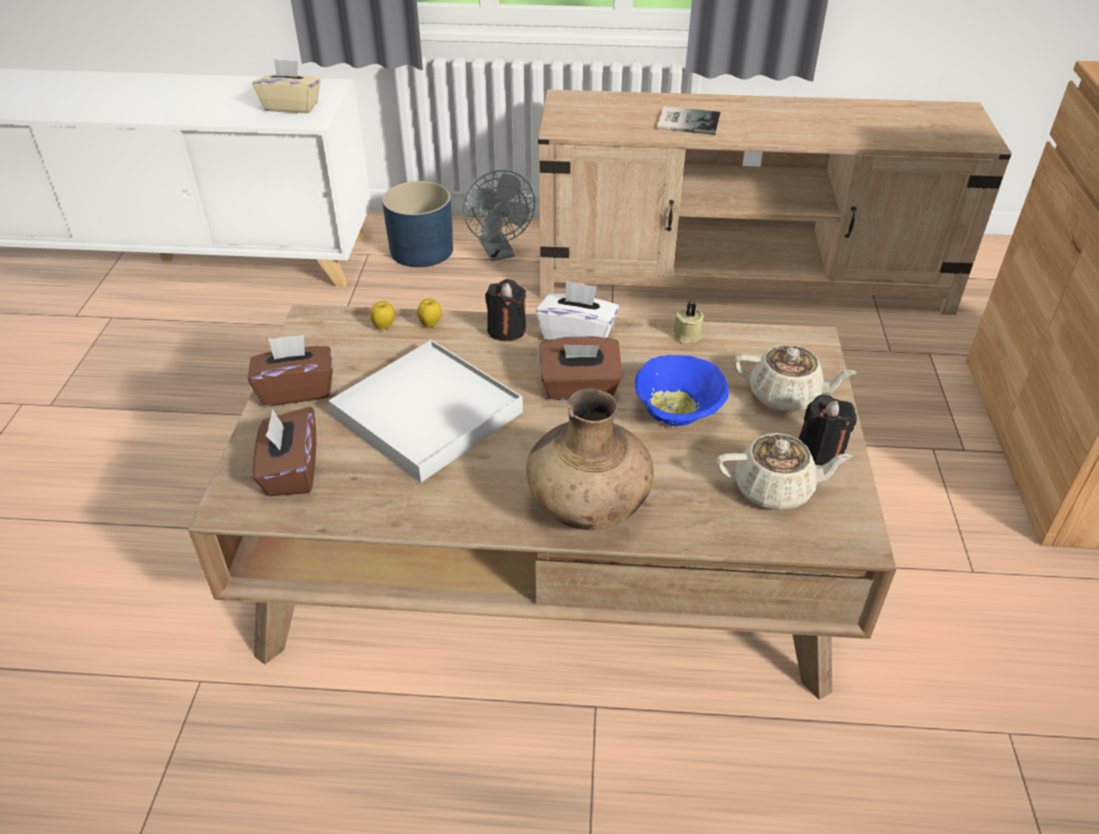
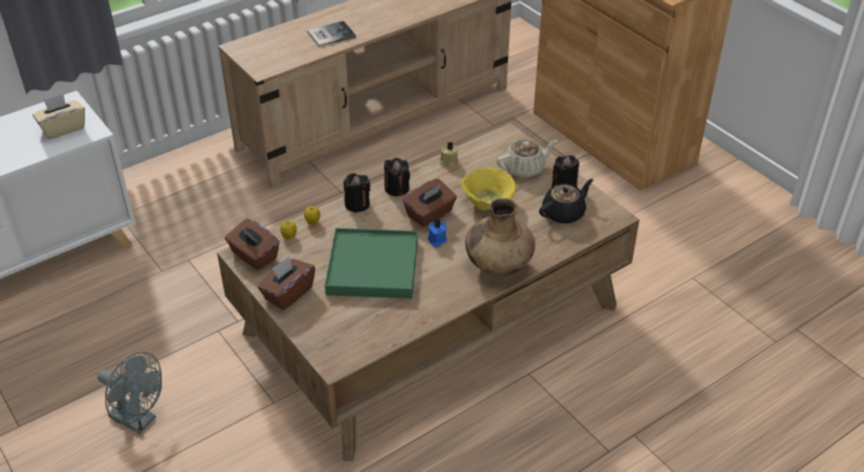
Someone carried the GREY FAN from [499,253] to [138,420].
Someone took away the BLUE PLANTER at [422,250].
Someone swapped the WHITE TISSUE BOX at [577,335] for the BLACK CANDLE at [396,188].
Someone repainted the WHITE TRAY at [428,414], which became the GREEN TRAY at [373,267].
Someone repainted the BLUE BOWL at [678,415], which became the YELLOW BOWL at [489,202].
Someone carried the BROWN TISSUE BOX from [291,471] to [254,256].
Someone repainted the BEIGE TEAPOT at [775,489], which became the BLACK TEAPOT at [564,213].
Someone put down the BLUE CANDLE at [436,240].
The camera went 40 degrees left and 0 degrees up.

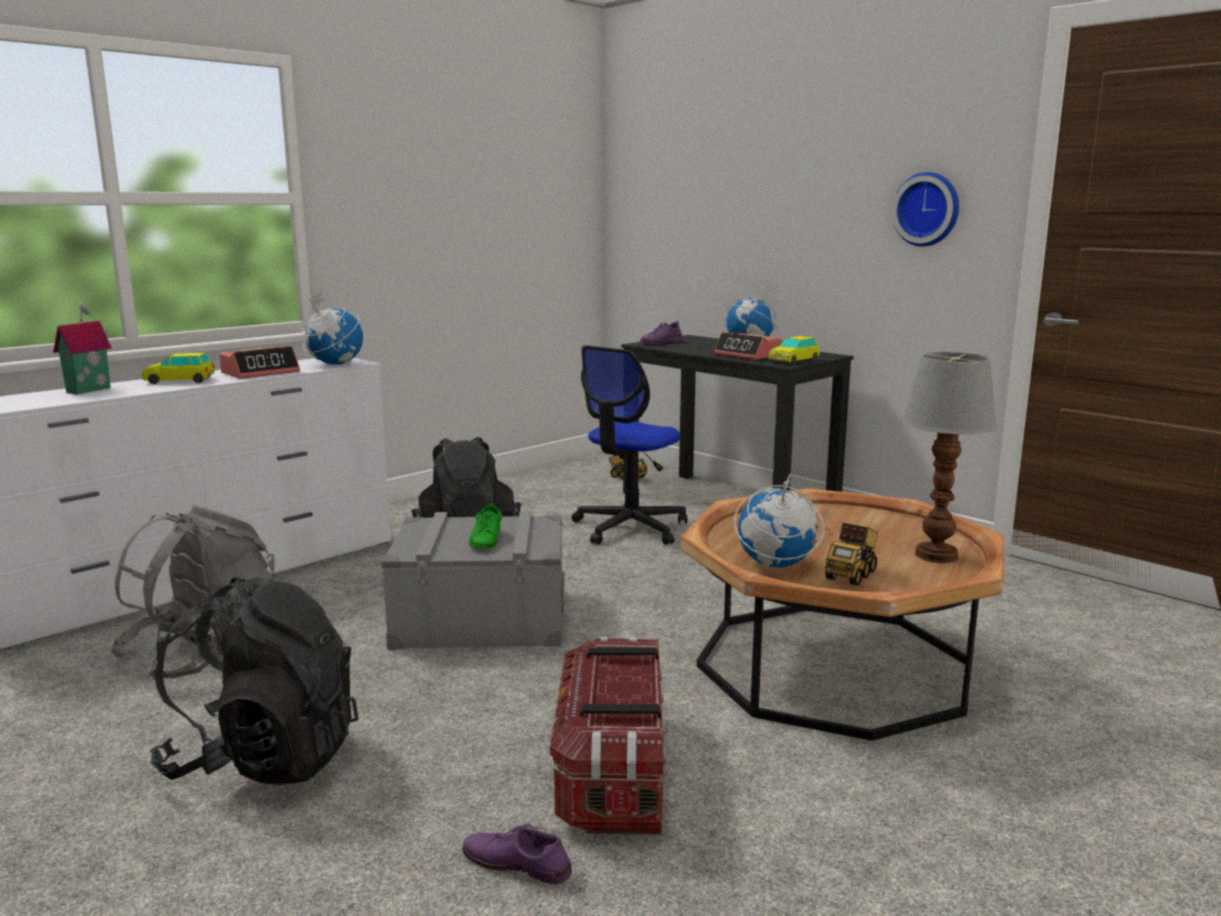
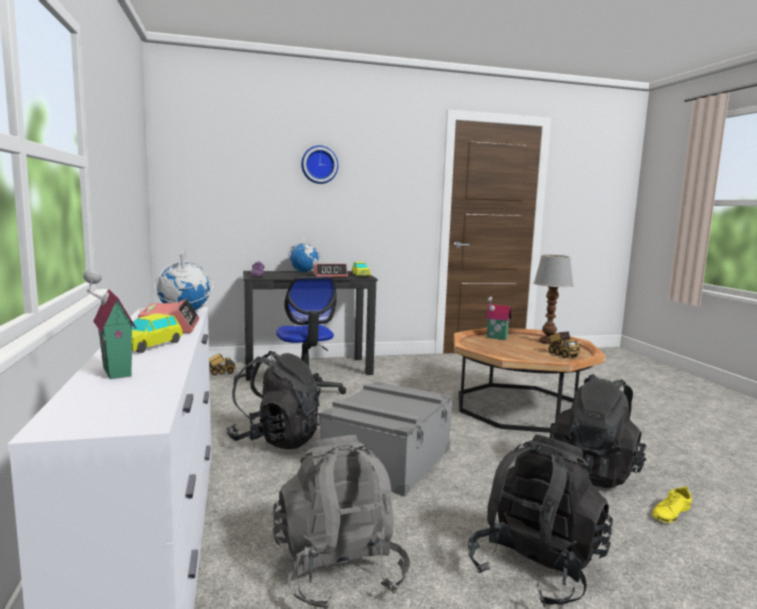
Someone carried the WALL CLOCK from [928,209] to [319,165].
Someone took away the GLOBE at [775,565].
Someone took away the GREEN SHOE at [486,539].
Someone swapped the STORAGE BOX at [613,772] for the BLACK BACKPACK at [595,472].
Someone repainted the PURPLE SHOE at [517,863], which became the YELLOW SHOE at [671,513].
Someone put down the TOY HOUSE at [496,338].
The camera went 60 degrees left and 5 degrees down.

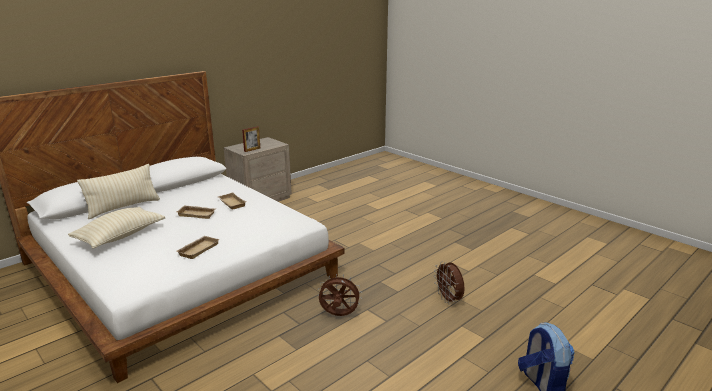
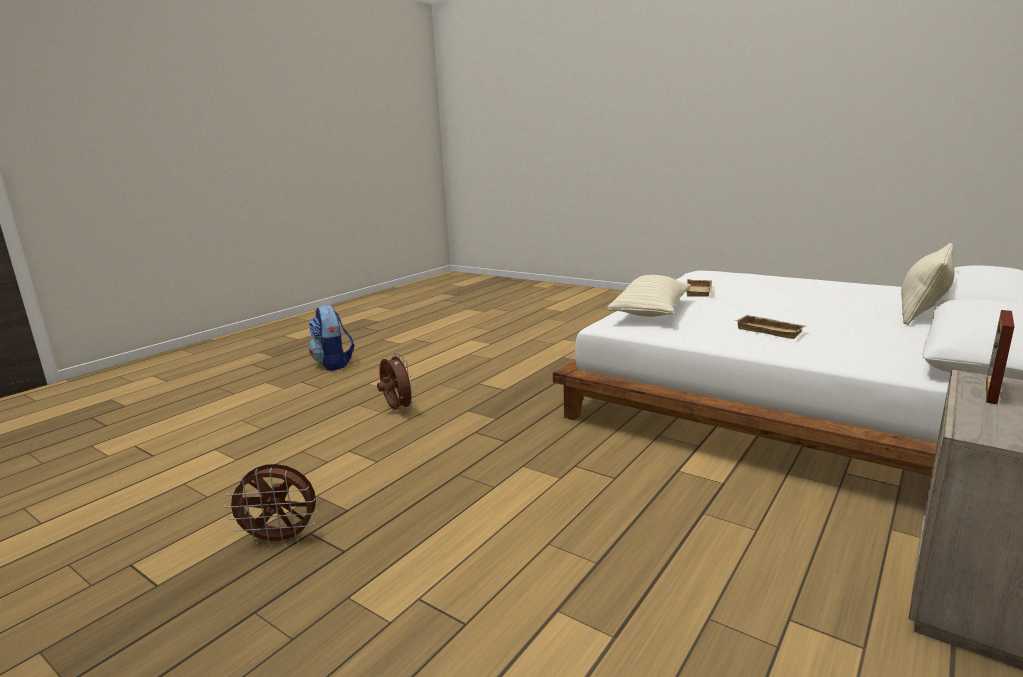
Someone took away the BEIGE TRAY at [197,214].
Someone carried the BEIGE PILLOW from [120,236] to [650,312].
Someone carried the BROWN FAN from [339,315] to [281,539].
The camera went 170 degrees right and 5 degrees down.

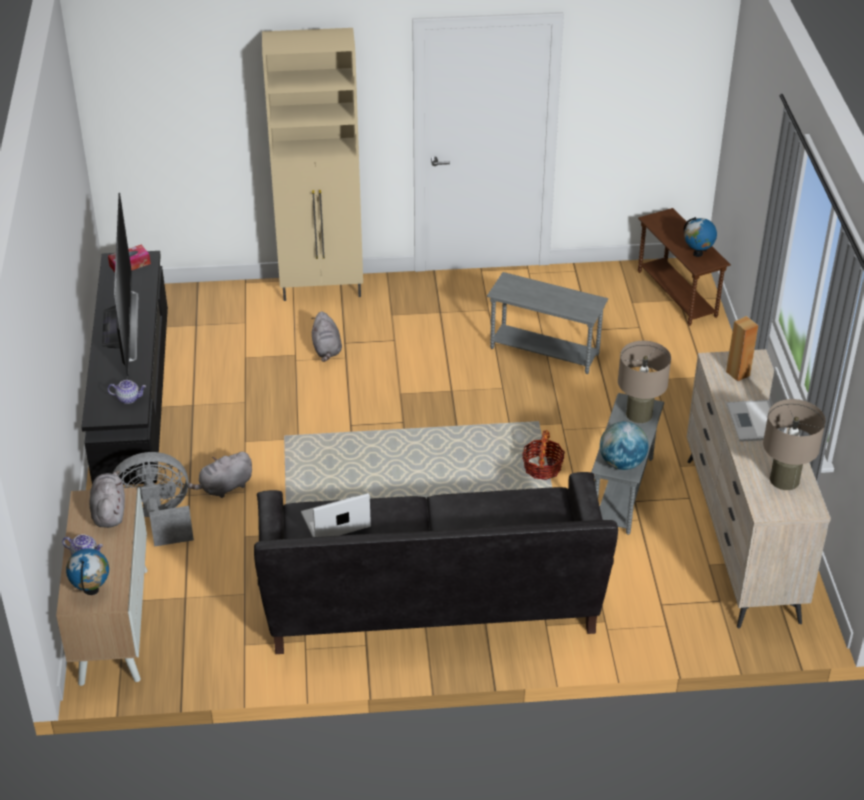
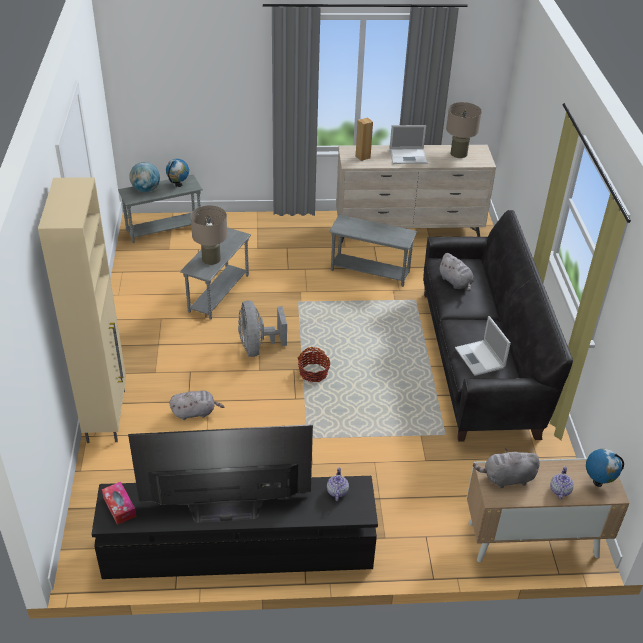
Someone repainted the BROWN SIDE TABLE at [676,294], which became the GREY SIDE TABLE at [164,229].
Someone carried the BEIGE TABLE LAMP from [639,414] to [211,259].
Someone carried the GLOBE from [622,463] to [146,189].
Someone carried the BASKET from [542,468] to [313,373].
Someone carried the GREY FAN from [157,519] to [258,347].
Someone carried the GREY PLUSH TOY from [224,487] to [456,282].
The camera went 90 degrees left and 0 degrees up.

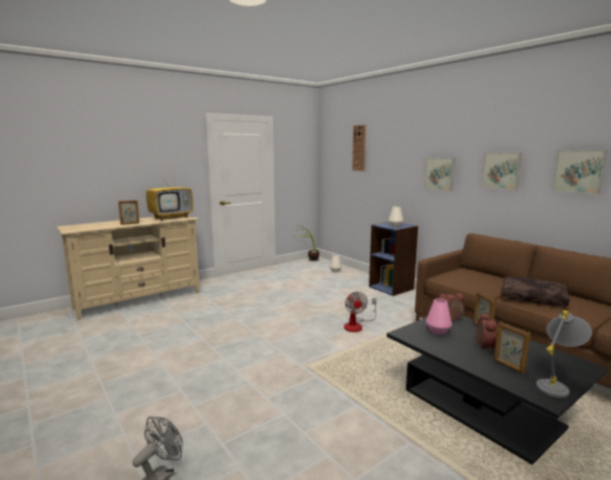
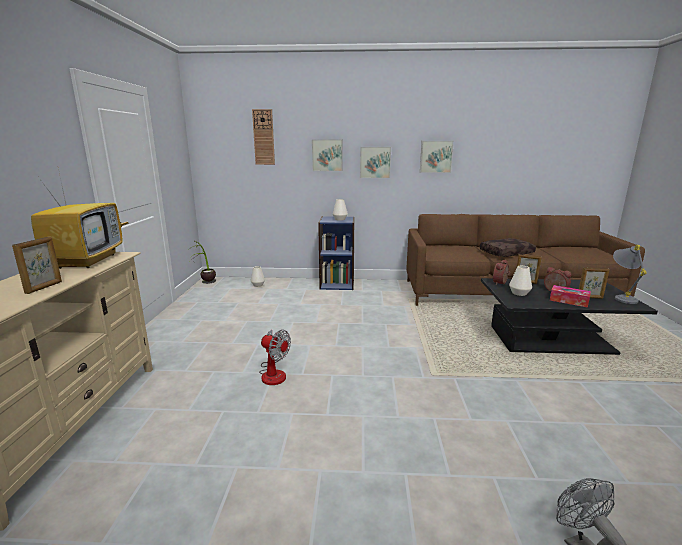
Someone carried the PICTURE from [579,171] to [327,155].
Someone carried the FAN from [357,325] to [273,373].
Someone repainted the PINK VASE at [438,331], which became the WHITE VASE at [519,293].
Someone put down the TISSUE BOX at [569,301].
The camera went 50 degrees left and 5 degrees up.

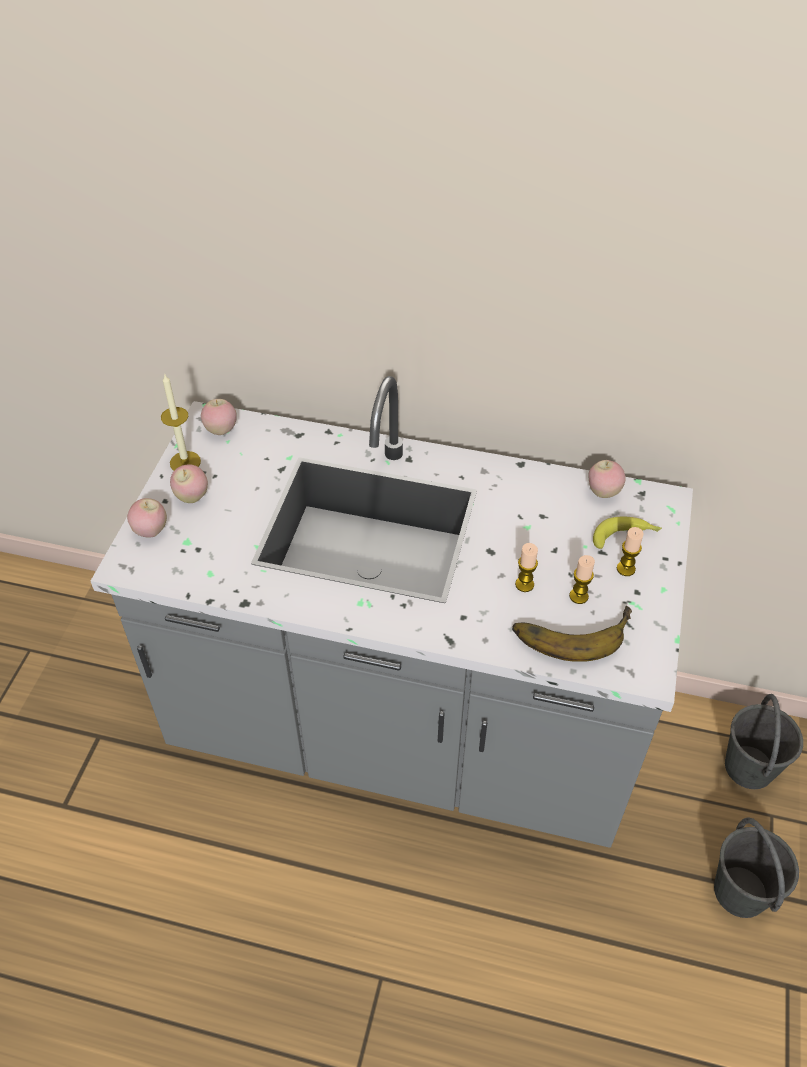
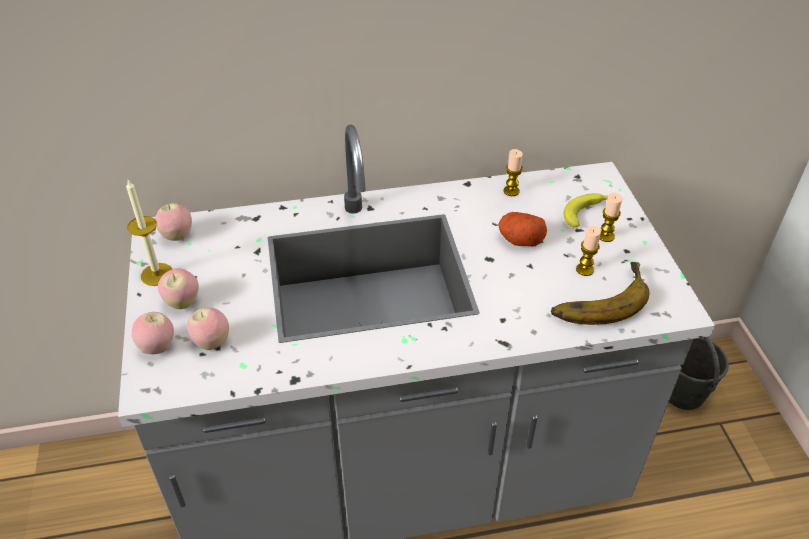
Someone carried the APPLE from [603,492] to [212,343].
Someone carried the CANDLE from [524,584] to [511,191].
Someone took away the GREY BUCKET at [740,892].
Someone put down the POTATO at [520,240].
The camera went 25 degrees left and 5 degrees down.

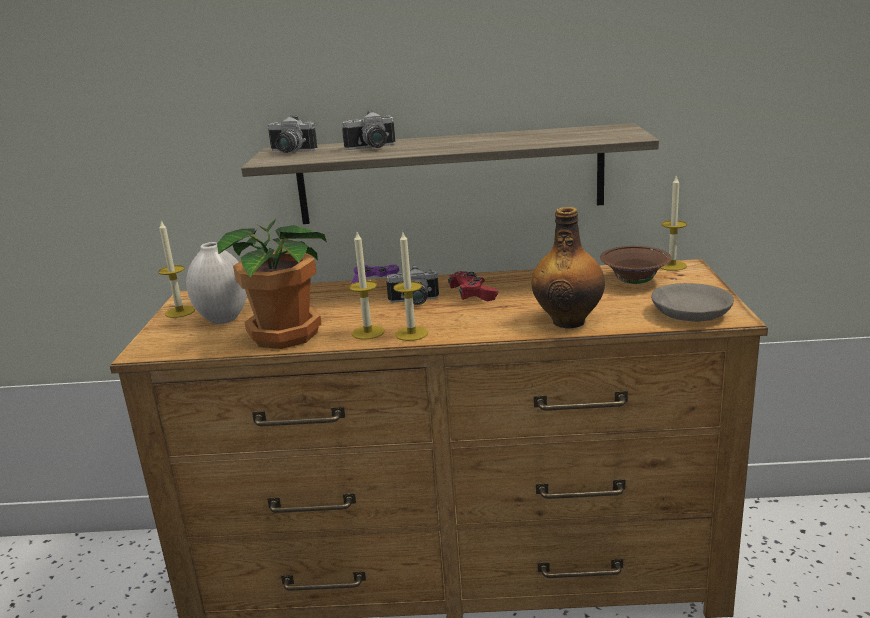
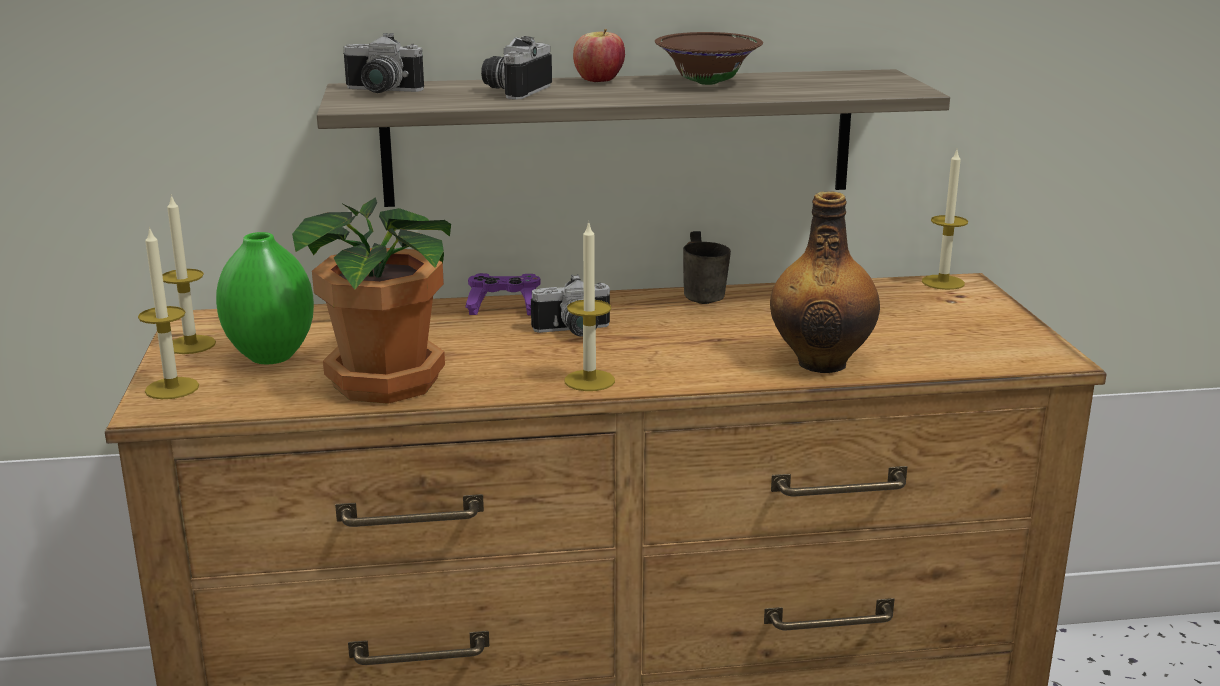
Someone rotated the PHOTO CAMERA at [372,148] by 135 degrees clockwise.
Someone carried the CANDLE from [368,332] to [172,388].
Someone repainted the WHITE VASE at [224,319], which became the GREEN VASE at [272,357].
Someone carried the BROWN BOWL from [634,282] to [707,83].
Someone took away the RED GAME CONTROLLER at [473,295].
Someone took away the GREY BOWL at [689,313].
Someone put down the APPLE at [599,82].
Someone put down the GREY MUG at [705,295].
The camera went 10 degrees left and 0 degrees up.

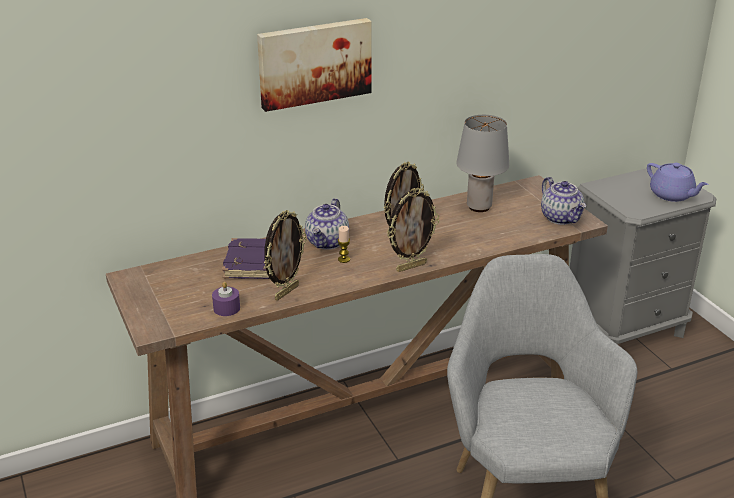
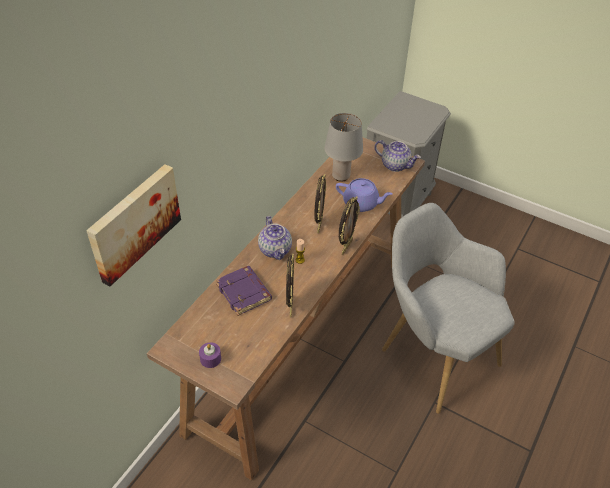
Someone carried the PICTURE from [314,62] to [133,222].
Someone carried the PURPLE TEAPOT from [672,195] to [361,203].
Someone carried the PURPLE CANDLE from [226,308] to [210,359].
The camera went 35 degrees left and 15 degrees up.

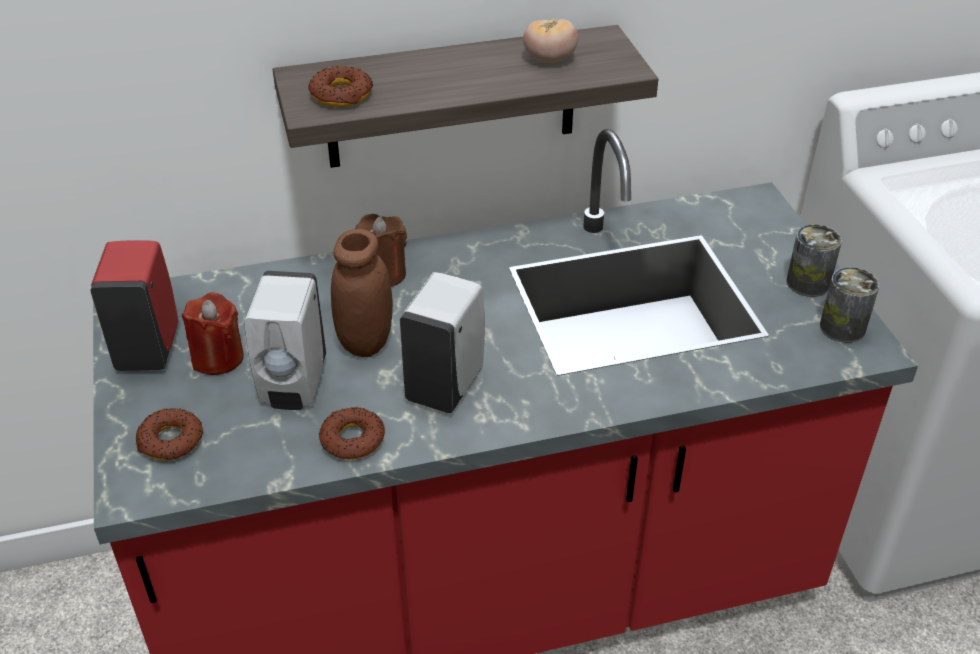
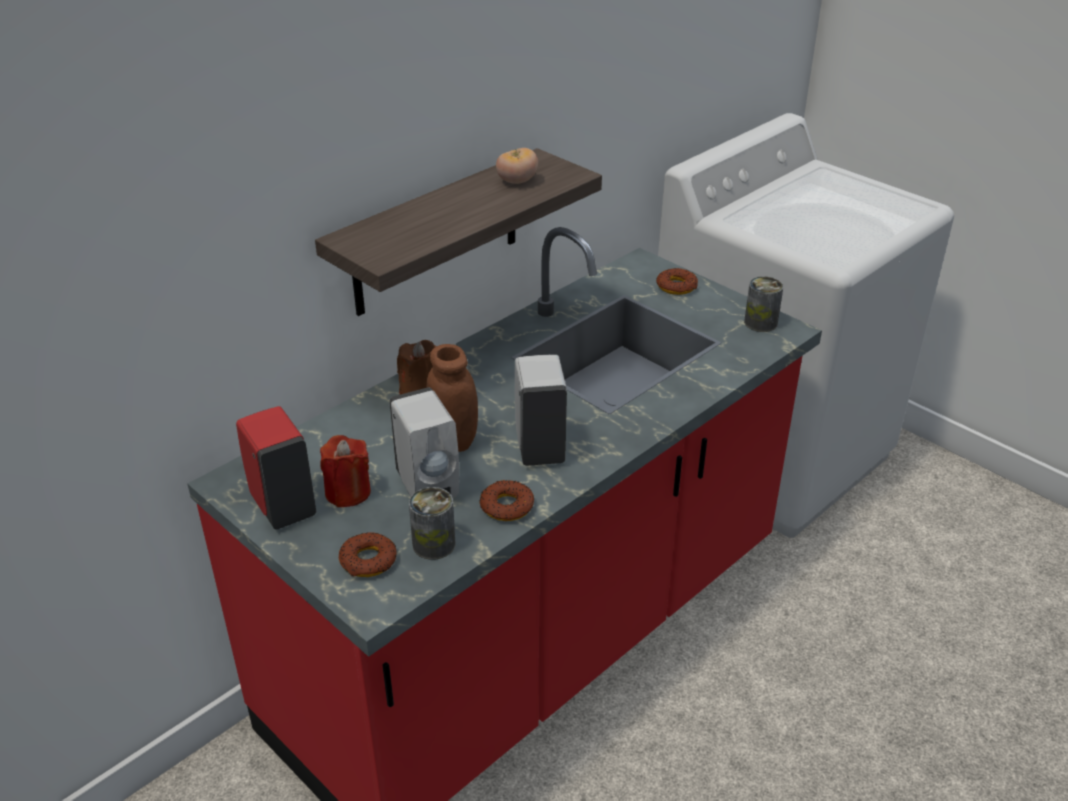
Someone carried the DONUT from [341,94] to [676,286].
Someone carried the CAN from [808,283] to [434,544].
The camera went 30 degrees left and 5 degrees down.

